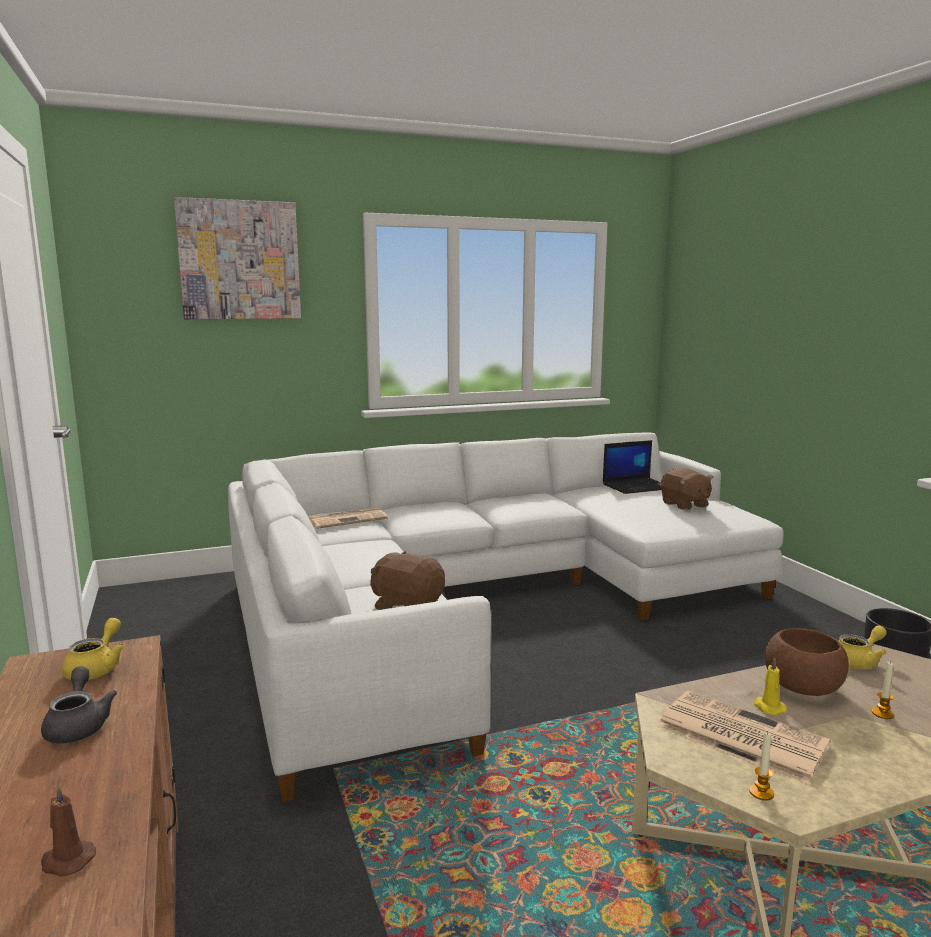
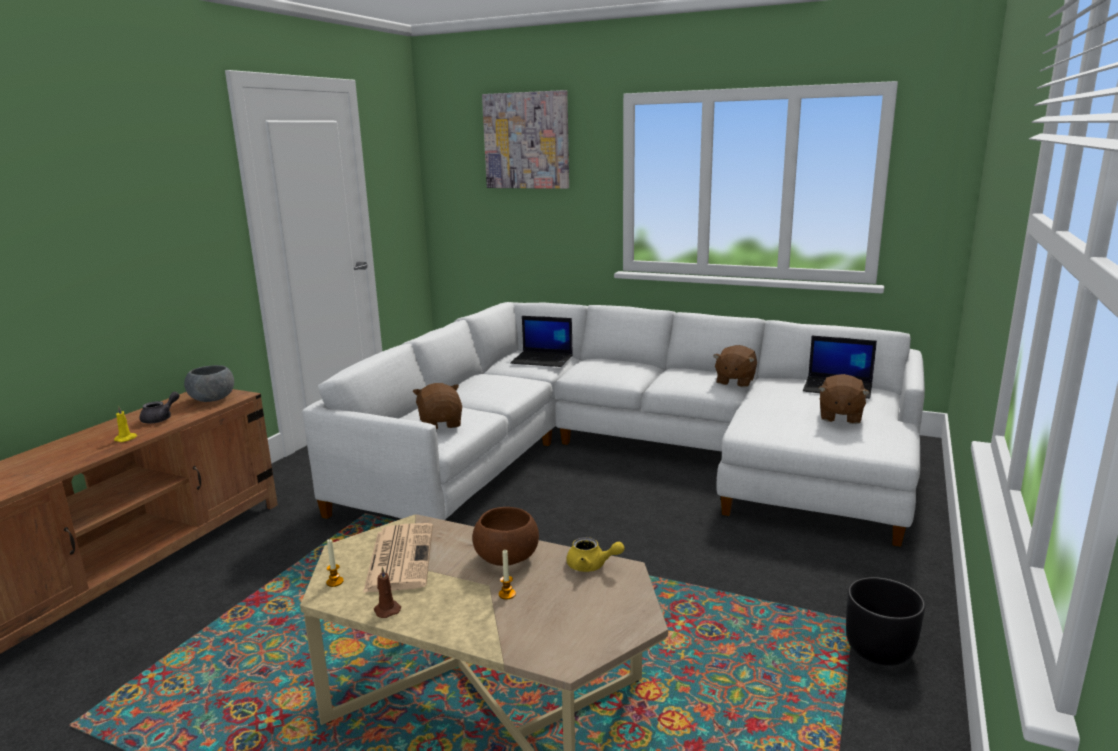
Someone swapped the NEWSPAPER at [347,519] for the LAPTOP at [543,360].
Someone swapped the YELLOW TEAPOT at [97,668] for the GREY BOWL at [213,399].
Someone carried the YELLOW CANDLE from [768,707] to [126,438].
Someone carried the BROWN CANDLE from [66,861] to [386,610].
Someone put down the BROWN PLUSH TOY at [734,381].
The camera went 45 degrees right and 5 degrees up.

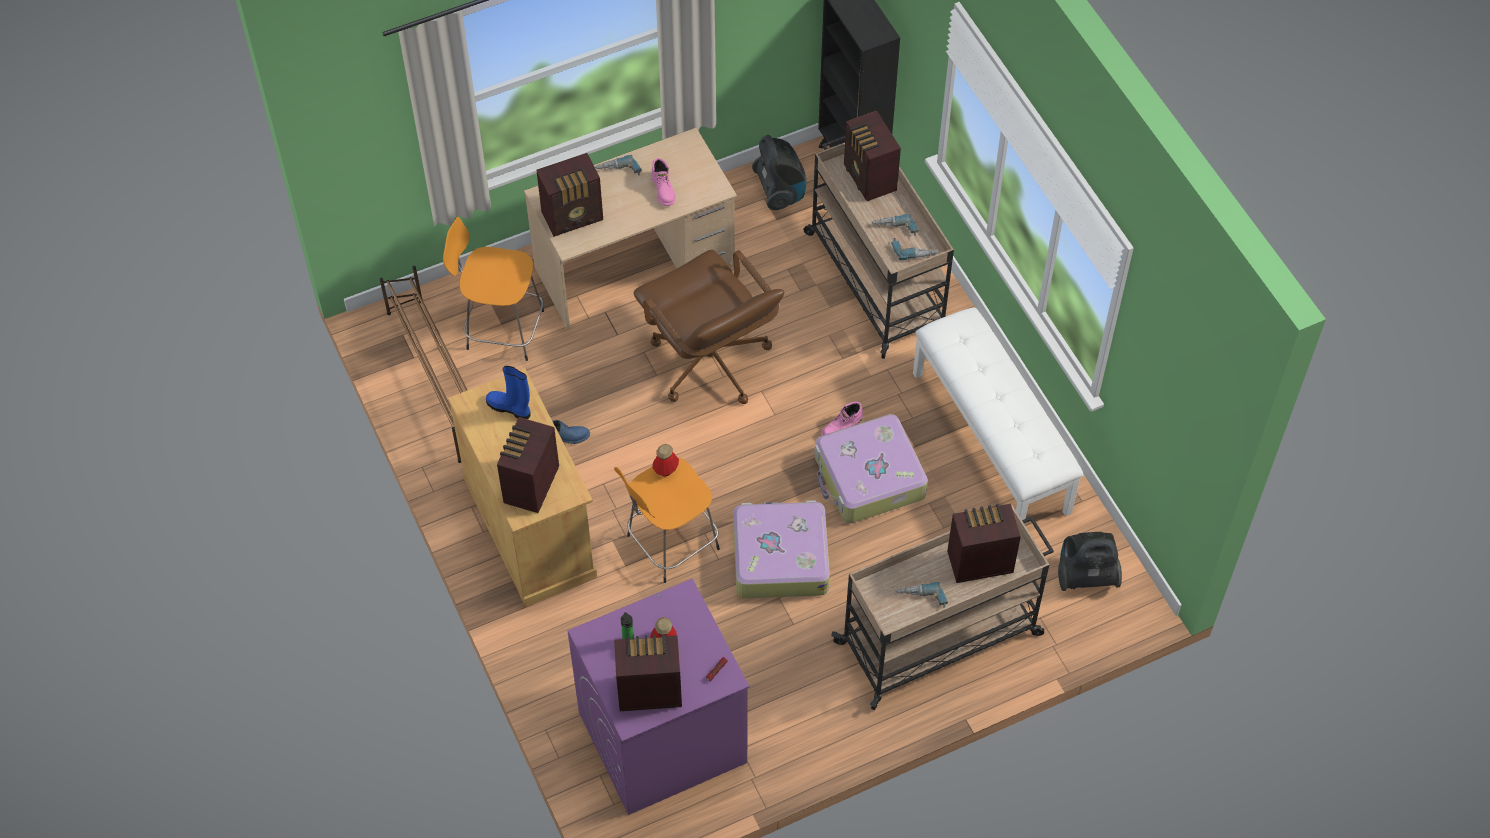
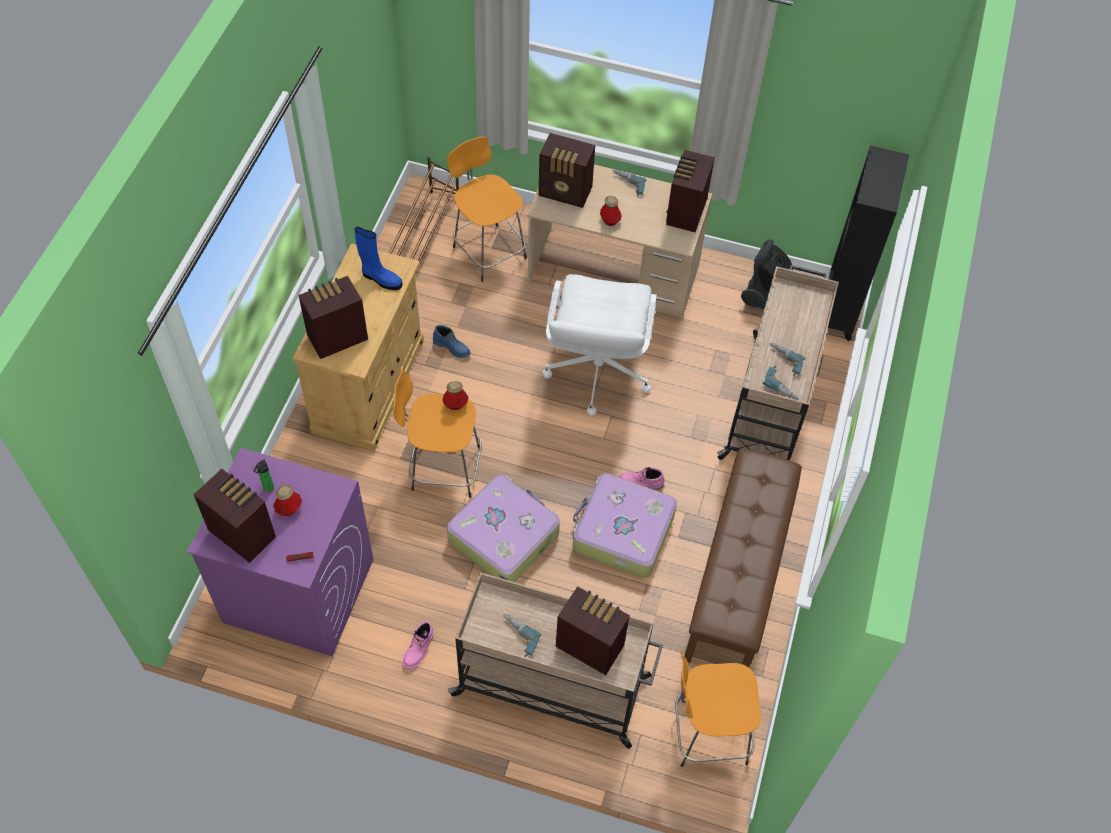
Someone carried the RADIO from [869,179] to [685,212].
Someone carried the PINK BOOT from [663,189] to [419,649].
Someone repainted the BROWN OFFICE CHAIR at [710,363], which became the WHITE OFFICE CHAIR at [596,371].
Someone repainted the WHITE BENCH at [992,442], which became the BROWN BENCH at [738,579].
Someone rotated the BLUE BOOT at [510,408] by 135 degrees clockwise.
Someone swapped the VACUUM CLEANER at [1085,575] for the ORANGE STOOL at [707,733].
Someone put down the BOTTLE at [610,220].
The camera went 40 degrees right and 0 degrees up.

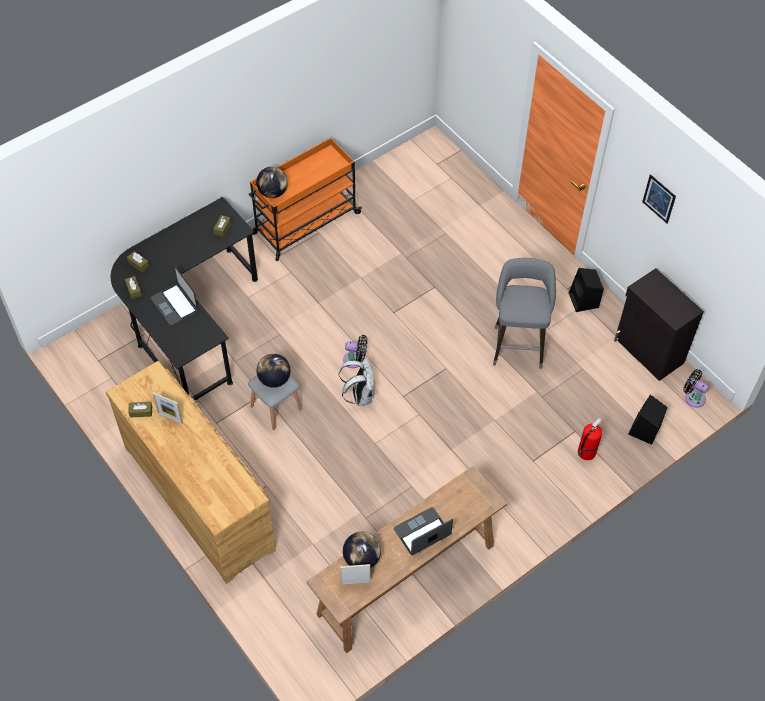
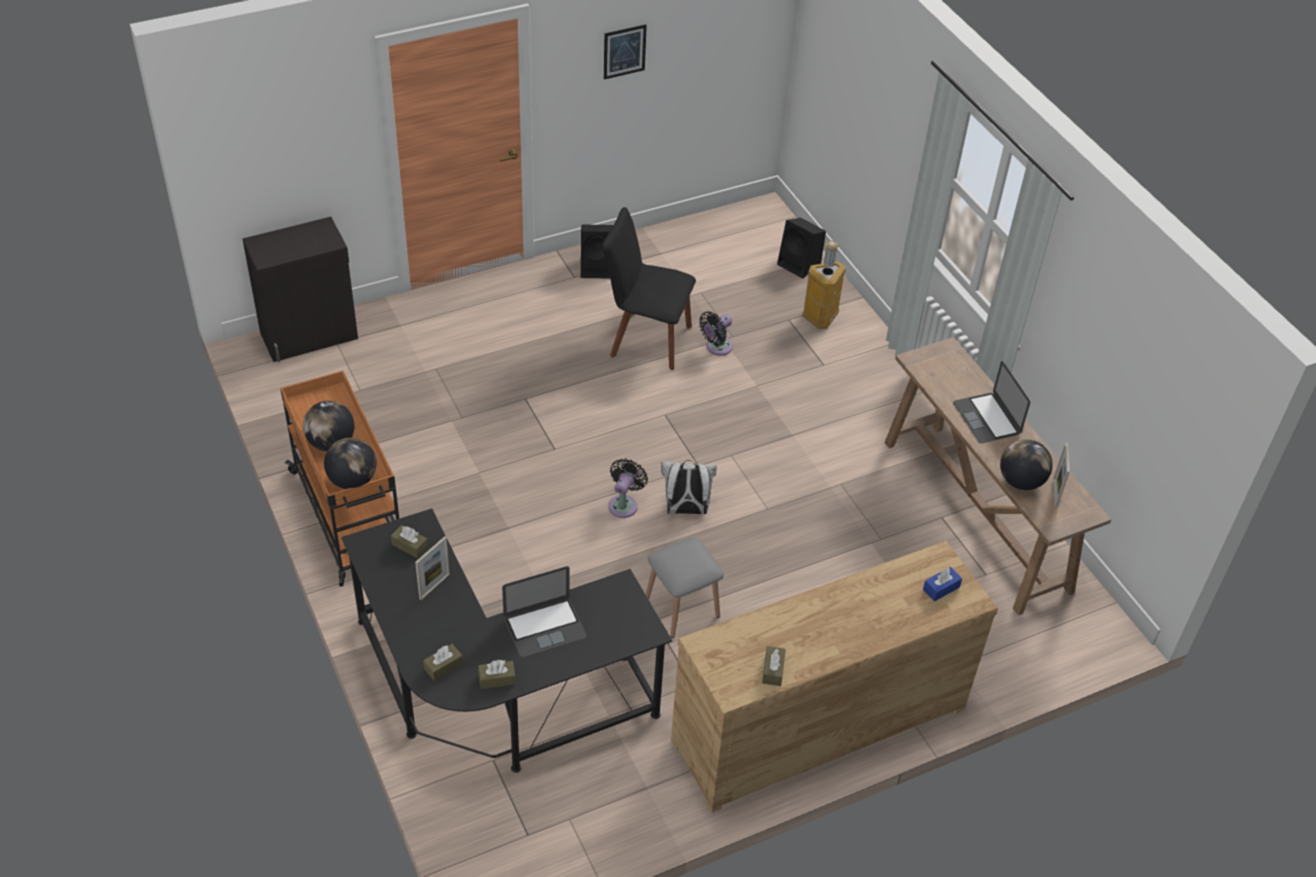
Someone swapped the GREY STOOL at [518,344] for the BLACK CHAIR at [646,339].
Someone carried the BLACK CABINET from [648,351] to [310,336].
Someone carried the GLOBE from [274,379] to [331,443].
Someone carried the BLACK FAN from [693,397] to [716,347].
Someone carried the PICTURE FRAME from [170,418] to [434,586].
Someone swapped the FIRE EXTINGUISHER at [586,453] for the TRASH CAN at [821,317].
Someone put down the BLUE TISSUE BOX at [941,588].
The camera went 80 degrees left and 10 degrees down.

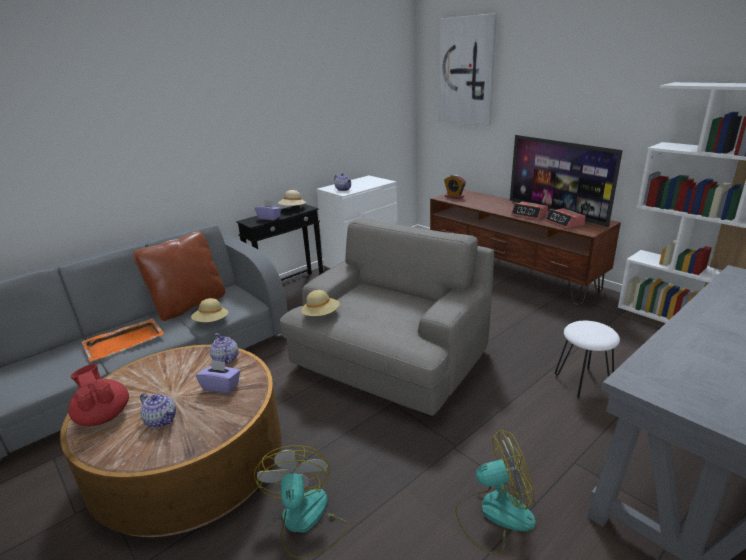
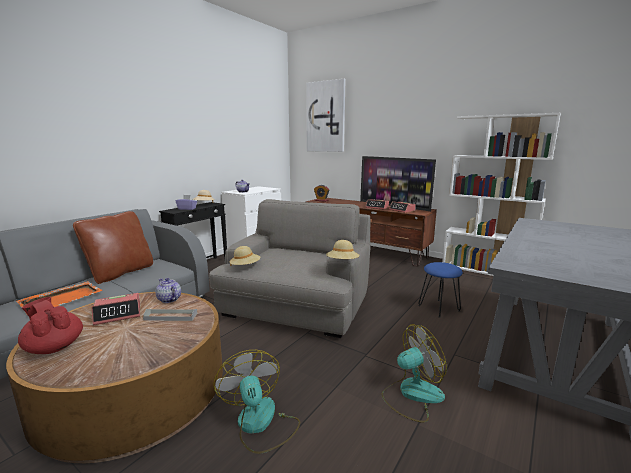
Someone carried the BEIGE HAT from [211,322] to [342,263].
Someone repainted the WHITE STOOL at [582,383], which became the BLUE STOOL at [438,308].
Someone swapped the PURPLE TISSUE BOX at [221,386] for the GREY TRAY at [171,316].
Someone took away the TEAPOT at [162,420].
Someone put down the ALARM CLOCK at [118,314].
The camera went 15 degrees left and 10 degrees down.

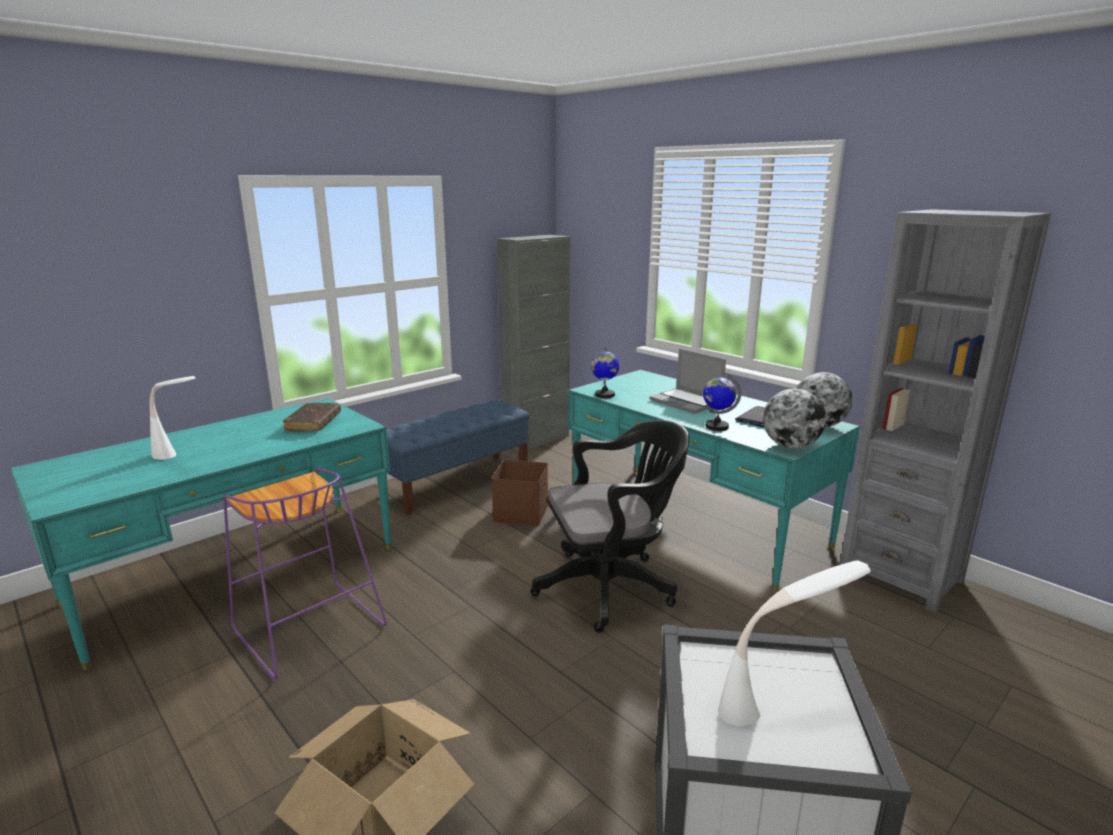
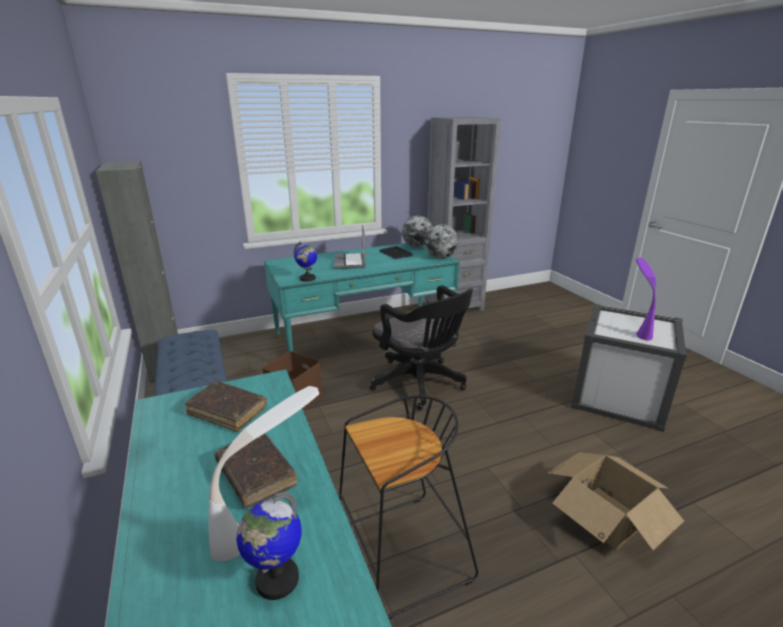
Someone rotated the LAPTOP at [687,402] by 105 degrees clockwise.
Someone carried the GLOBE from [716,426] to [276,579].
Someone rotated the BLACK OFFICE CHAIR at [611,587] by 135 degrees clockwise.
Someone repainted the PURPLE STOOL at [307,628], which became the BLACK STOOL at [401,554].
Someone repainted the WHITE TABLE LAMP at [783,704], which became the PURPLE TABLE LAMP at [636,326].
Someone put down the BROWN BOOK at [256,475].
The camera went 70 degrees left and 5 degrees up.

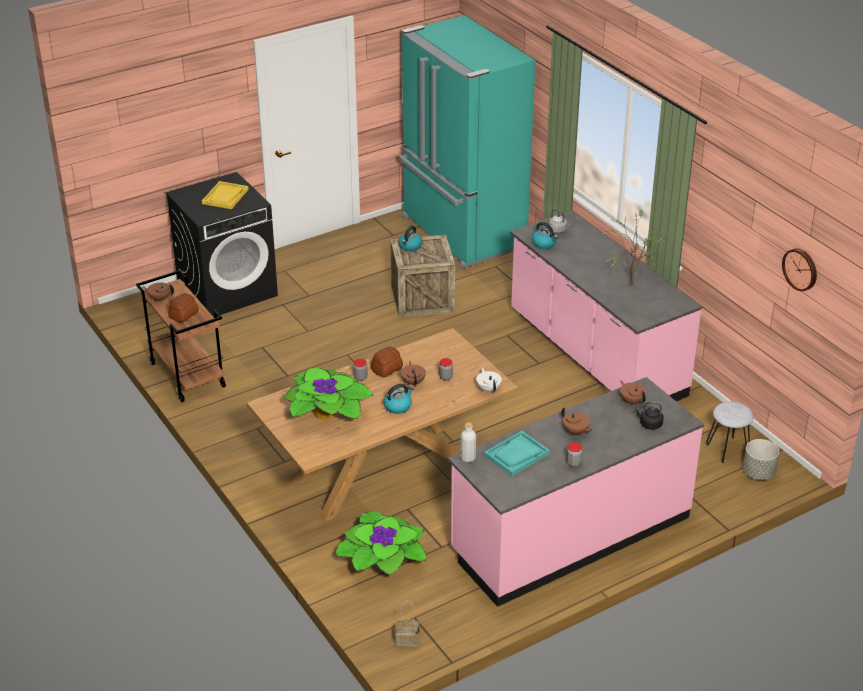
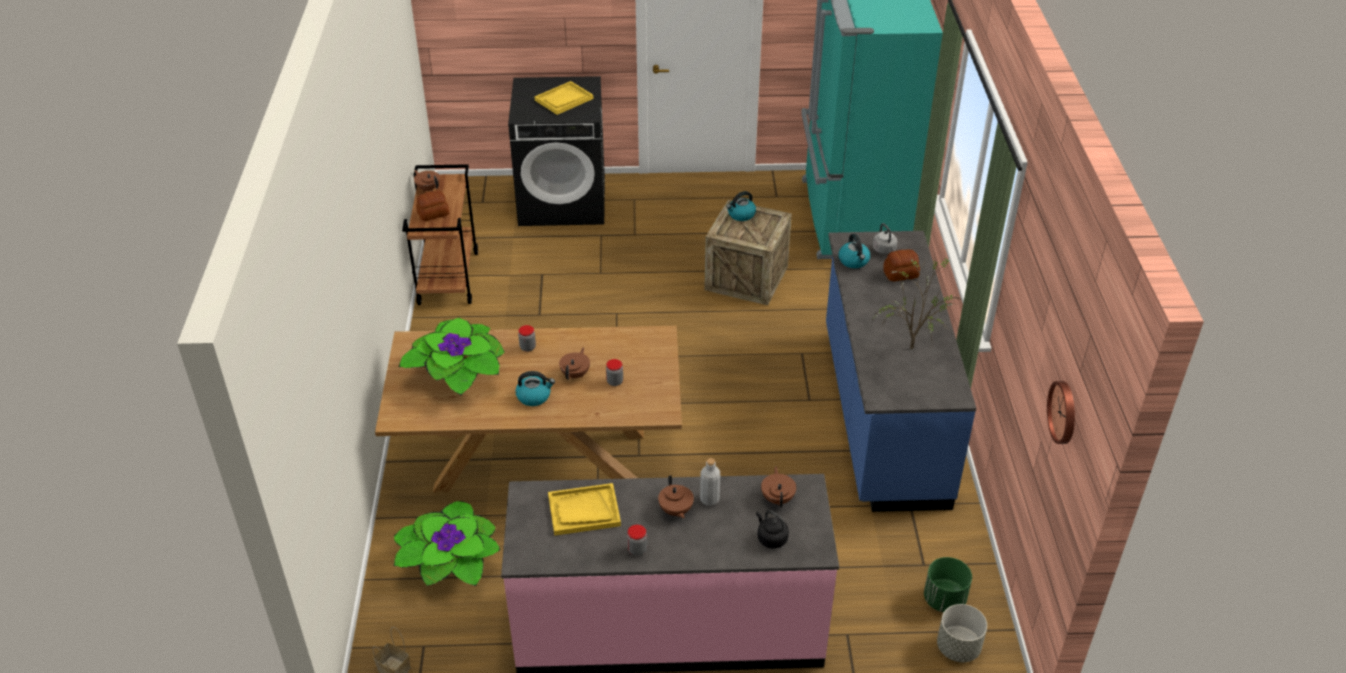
Someone repainted the PINK COUNTER at [595,355], which became the BLUE COUNTER at [881,415].
Someone carried the BREAD from [386,369] to [900,274].
Someone took away the WHITE TEAPOT at [488,389].
Someone swapped the GREY STOOL at [728,450] for the GREEN PLANTER at [944,600].
Someone carried the GREY BOTTLE from [468,458] to [709,499].
Someone repainted the TURQUOISE TRAY at [516,455], which became the YELLOW TRAY at [584,511].
The camera went 30 degrees right and 5 degrees up.

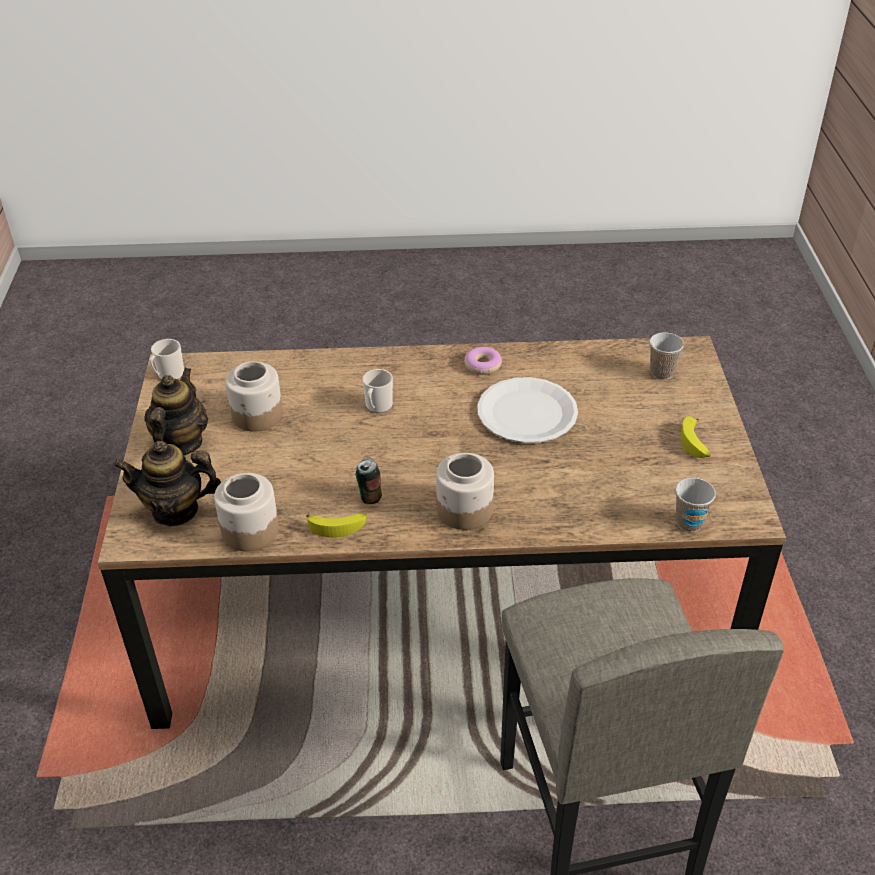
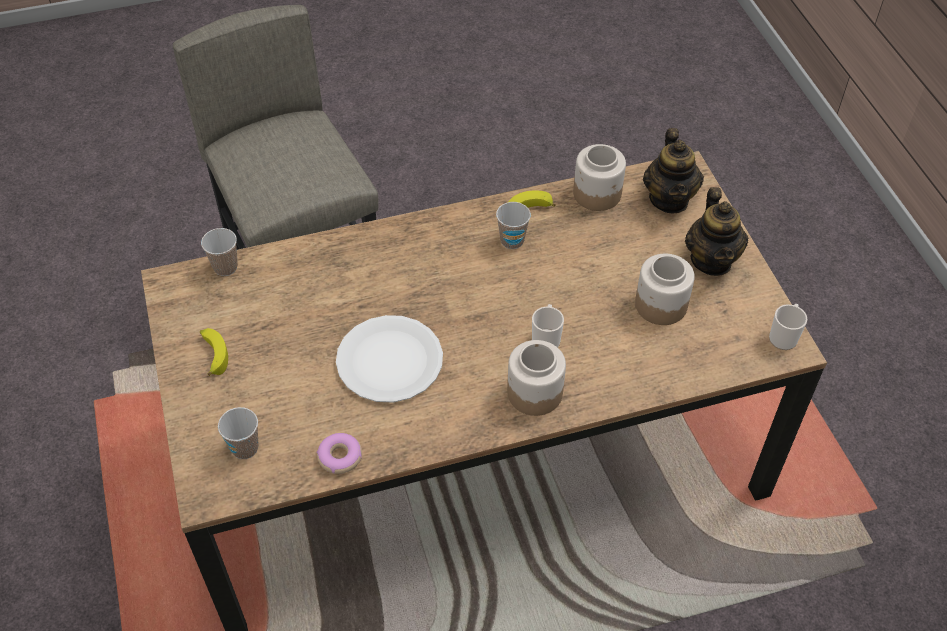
Someone carried the DONUT from [482,365] to [340,457].
Someone rotated the TEAPOT at [175,510] by 105 degrees clockwise.
Someone carried the JAR from [464,510] to [534,392].
Someone swapped the CAN at [370,496] for the CUP at [512,241].
The camera went 165 degrees right and 10 degrees up.

